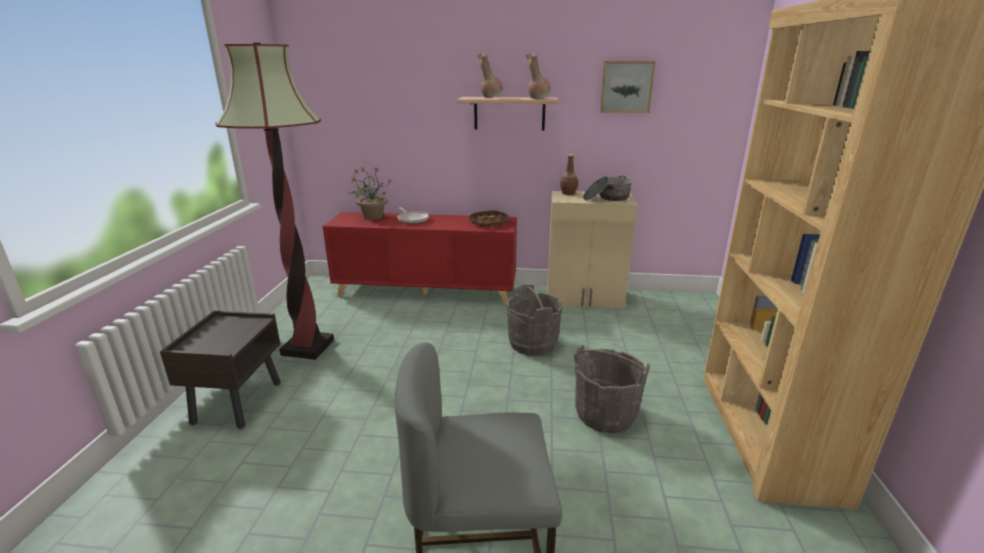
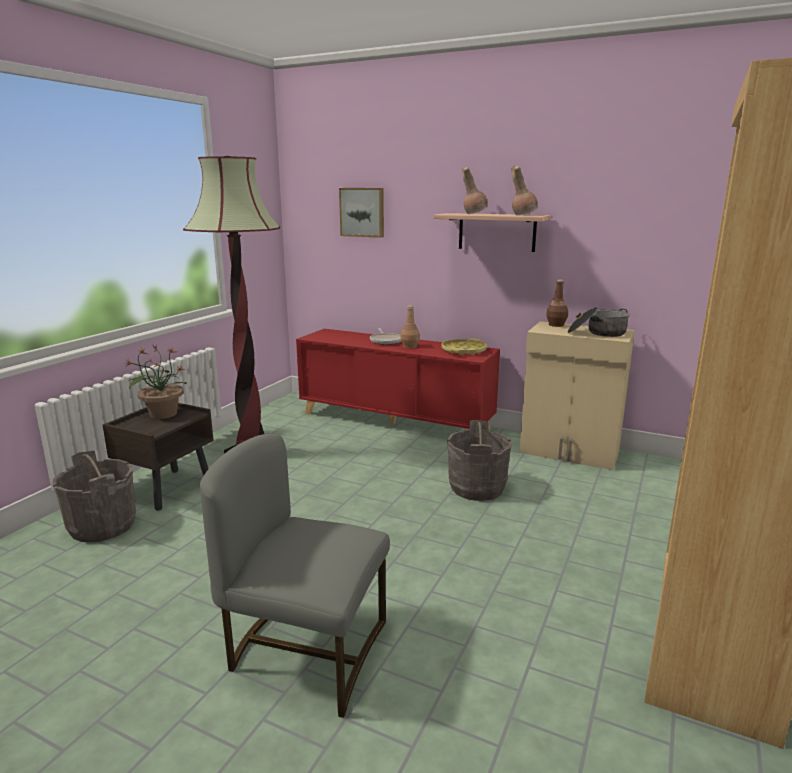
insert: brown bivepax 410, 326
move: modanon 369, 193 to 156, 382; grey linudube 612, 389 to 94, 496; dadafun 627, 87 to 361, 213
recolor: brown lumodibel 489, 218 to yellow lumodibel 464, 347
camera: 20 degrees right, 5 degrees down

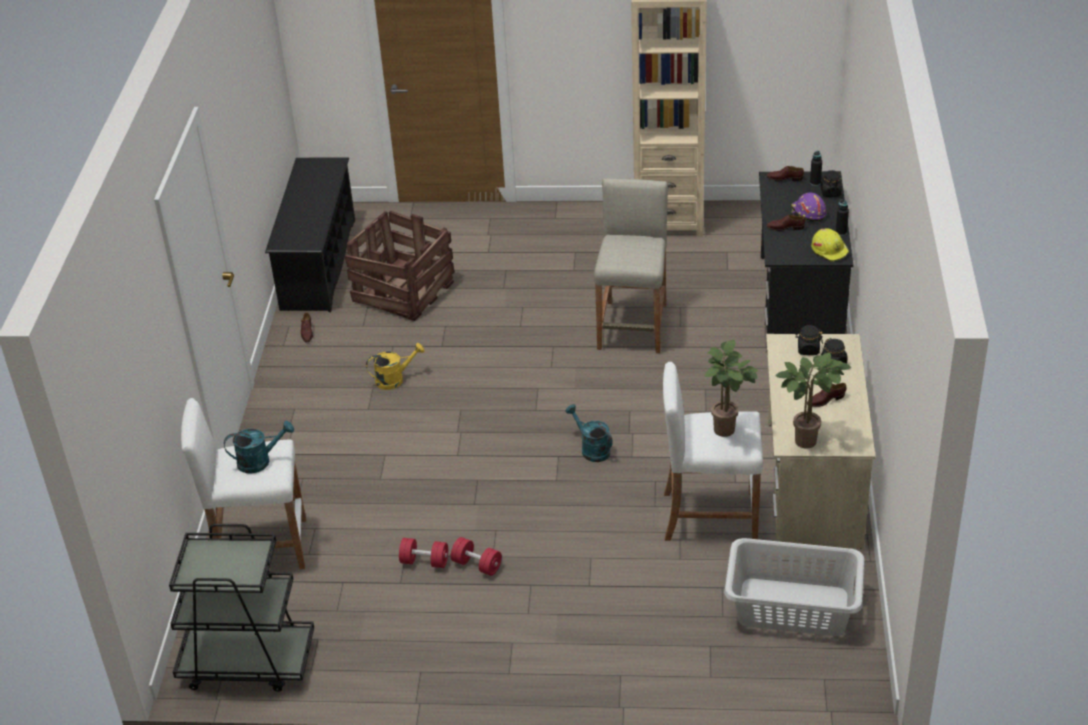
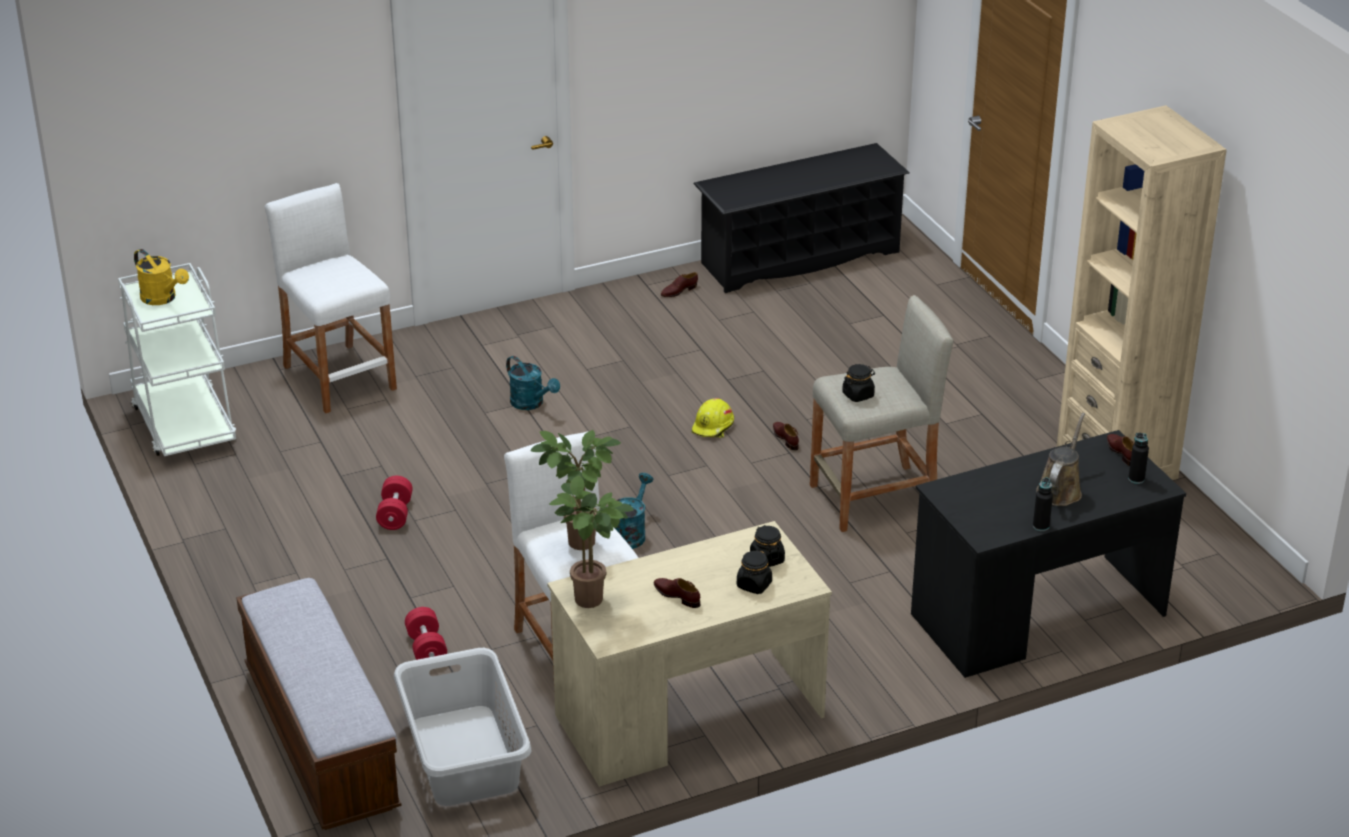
delete: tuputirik 400, 266
insert: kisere 319, 704
move: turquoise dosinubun 259, 447 to 533, 383; yellow dosinubun 395, 366 to 161, 277; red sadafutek 423, 553 to 426, 633; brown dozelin 786, 223 to 786, 436; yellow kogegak 830, 245 to 713, 418; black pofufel 831, 183 to 858, 383
replace: purple kogegak 809, 207 to brown dosinubun 1060, 459
recolor: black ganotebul 241, 608 to white ganotebul 177, 359
camera: 60 degrees right, 5 degrees down

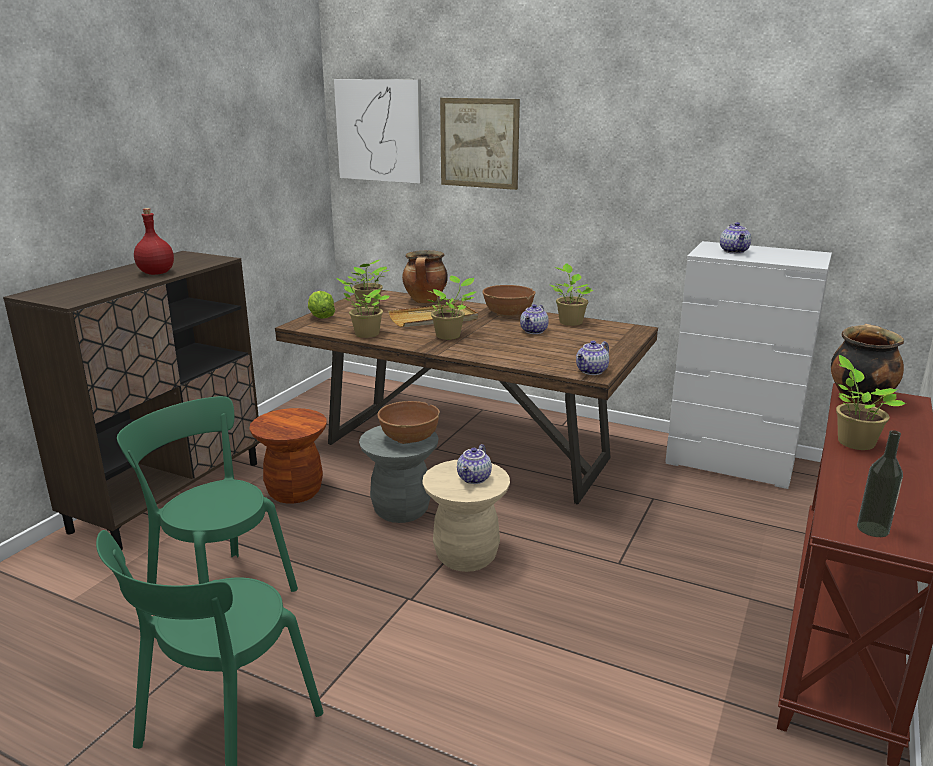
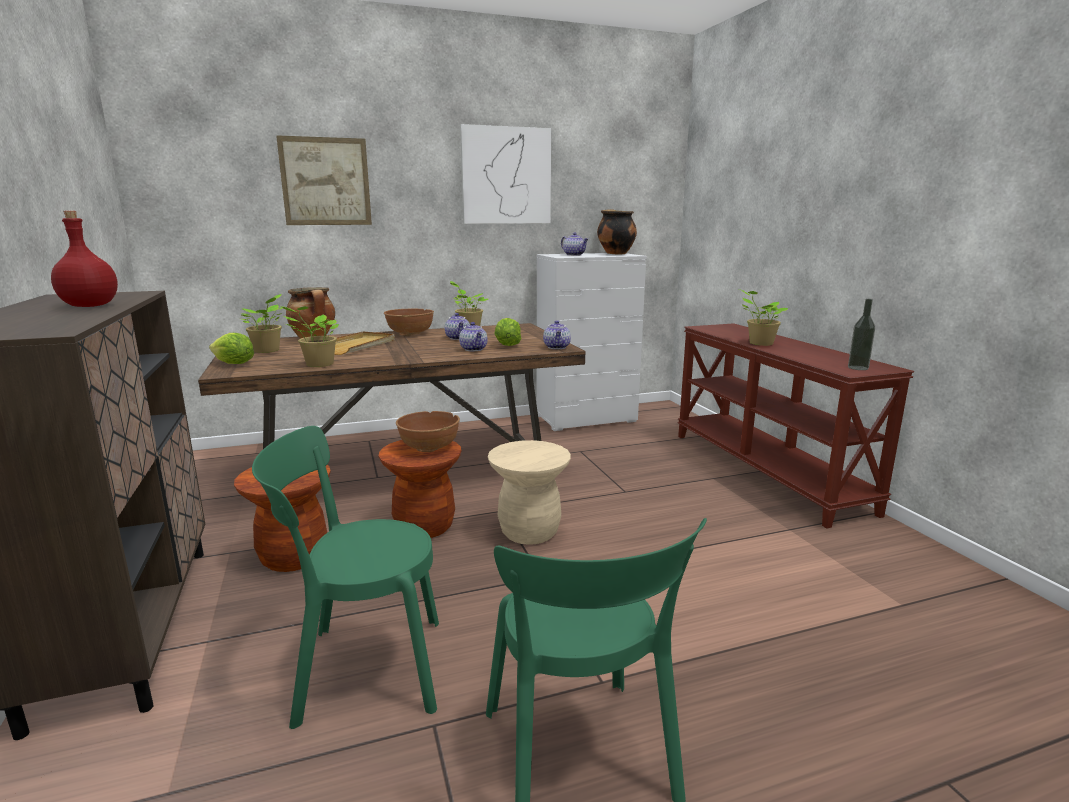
delete: modanon 452, 307
insert: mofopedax 507, 332
move: dadafun 378, 131 to 505, 174; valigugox 474, 464 to 473, 336; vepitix 867, 364 to 617, 231
recolor: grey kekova 399, 474 to brown kekova 420, 489
camera: 45 degrees left, 5 degrees down

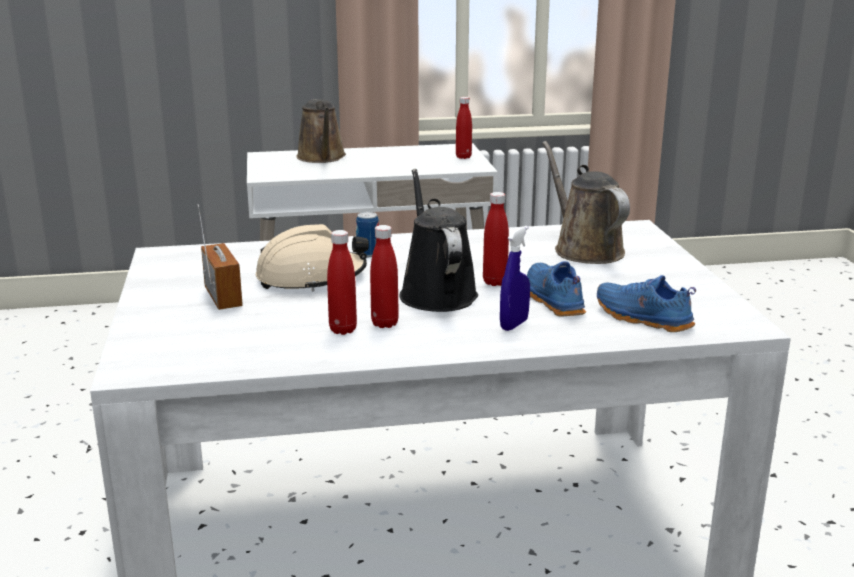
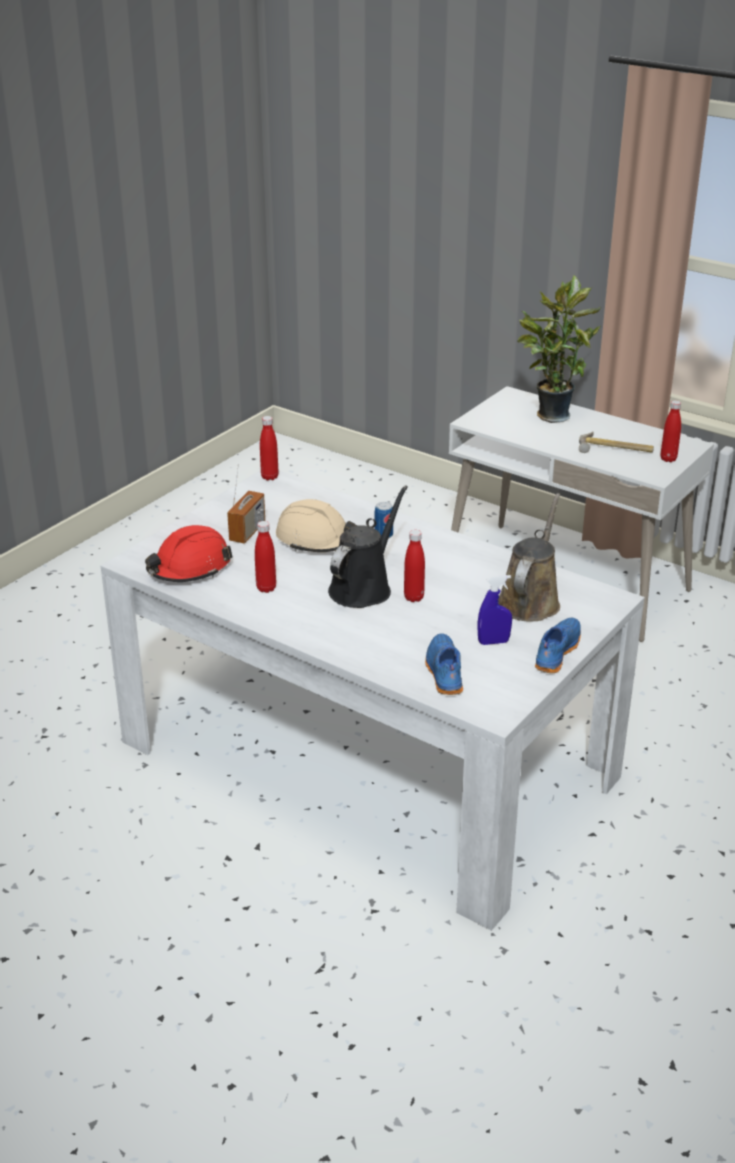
insert: red kogegak 188, 553; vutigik 616, 442
move: red bivepax 384, 276 to 269, 448; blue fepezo 515, 278 to 494, 610; blue dozelin 556, 288 to 558, 645
replace: brown dosinubun 321, 131 to modanon 559, 349
camera: 45 degrees right, 10 degrees up

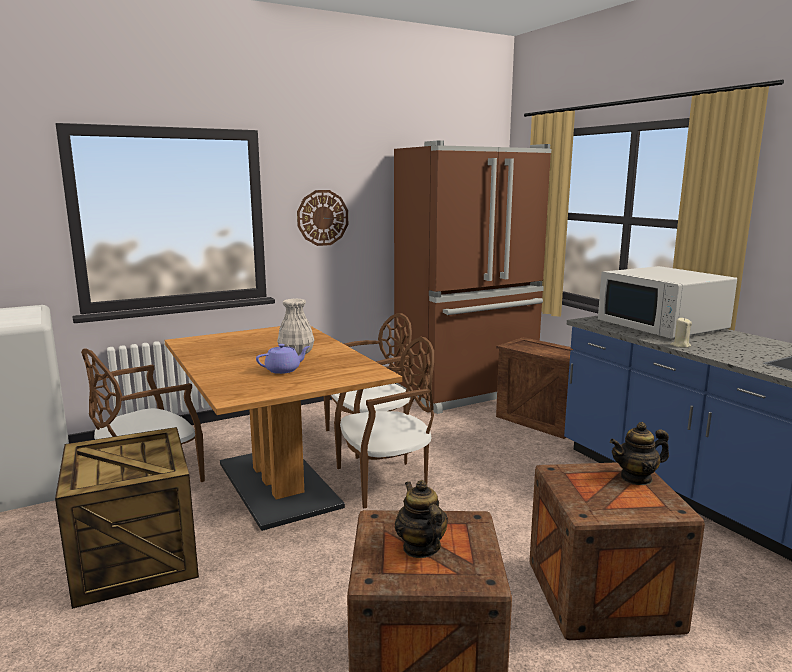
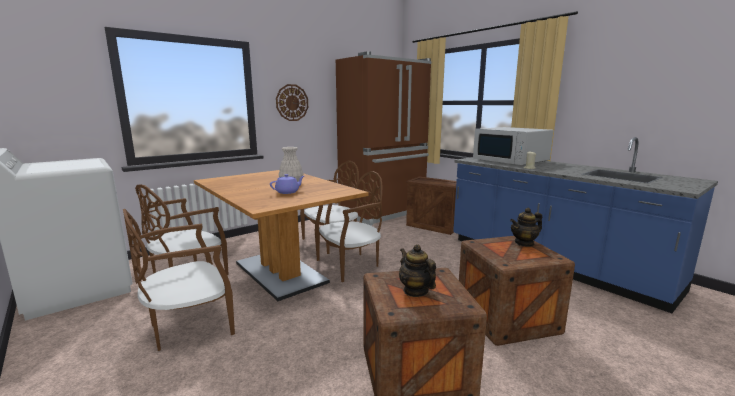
replace: tuputirik 127, 518 to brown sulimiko 179, 280
camera: 10 degrees left, 0 degrees up

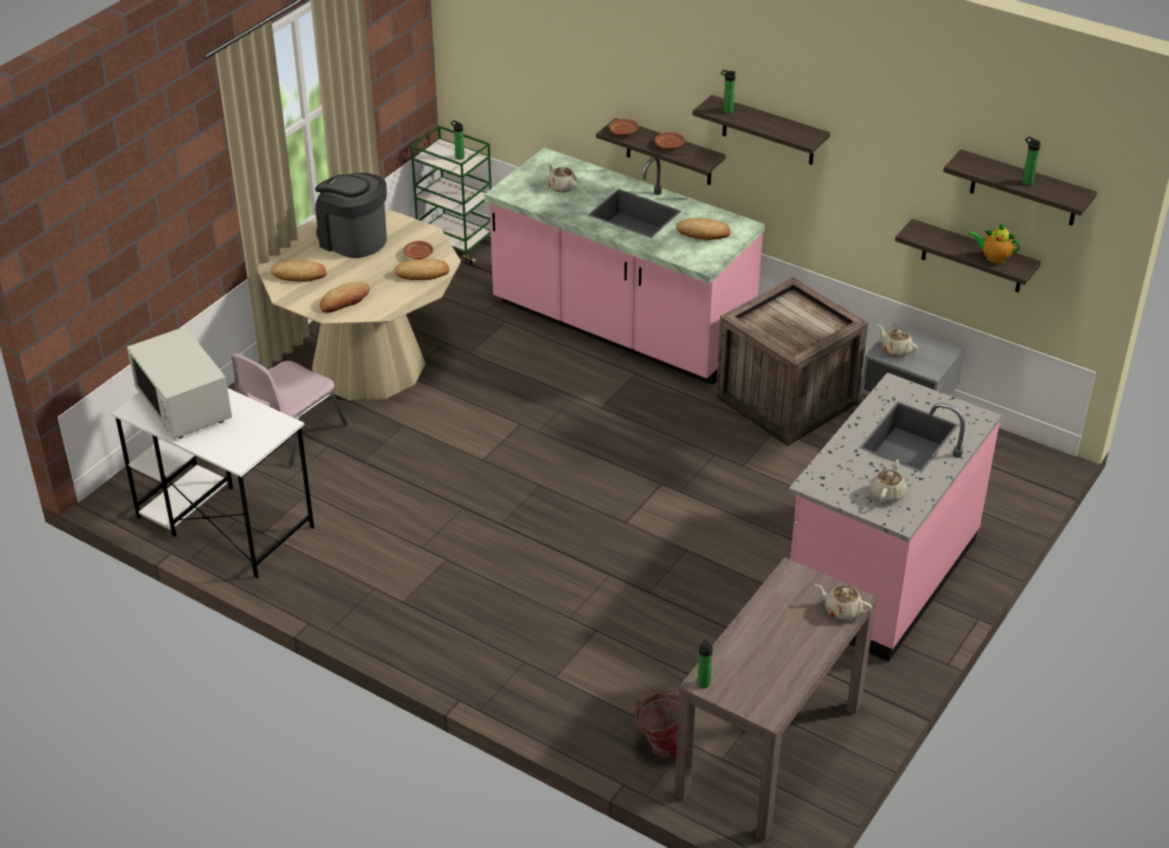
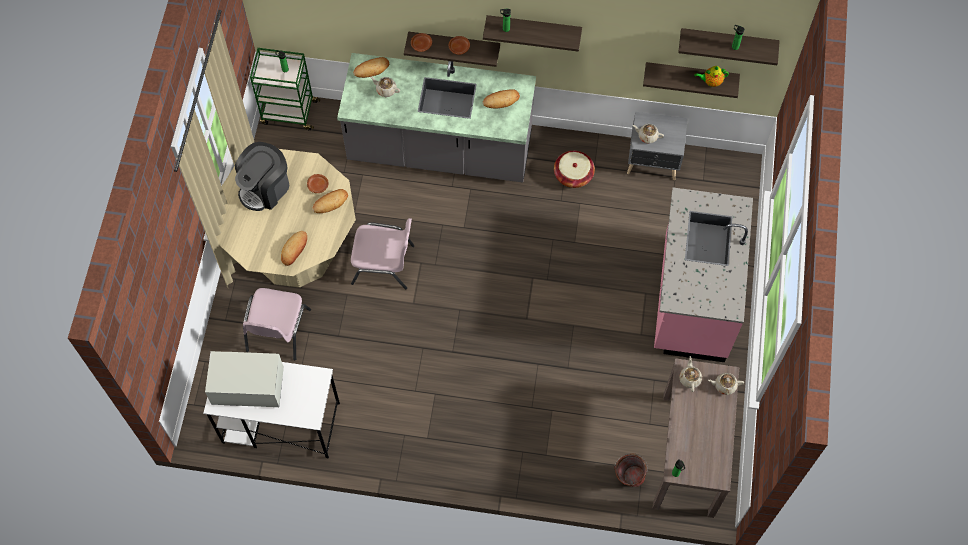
insert: pink sulimiko 382, 254
move: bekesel 299, 271 to 371, 67; beige valigugox 888, 481 to 690, 374
replace: tuputirik 792, 361 to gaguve 574, 169
recolor: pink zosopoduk 624, 266 to grey zosopoduk 436, 117
rotate: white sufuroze 179, 383 = 244, 379 150 degrees clockwise; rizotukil 351, 215 = 262, 176 60 degrees counterclockwise
camera: 25 degrees left, 25 degrees up

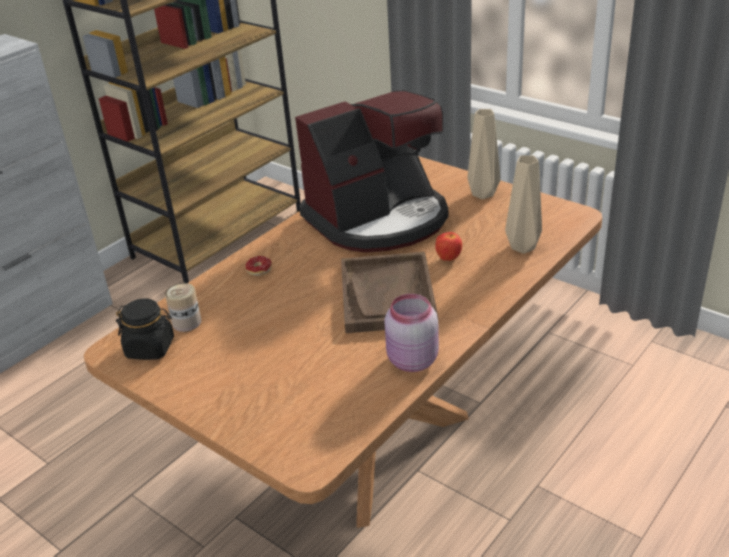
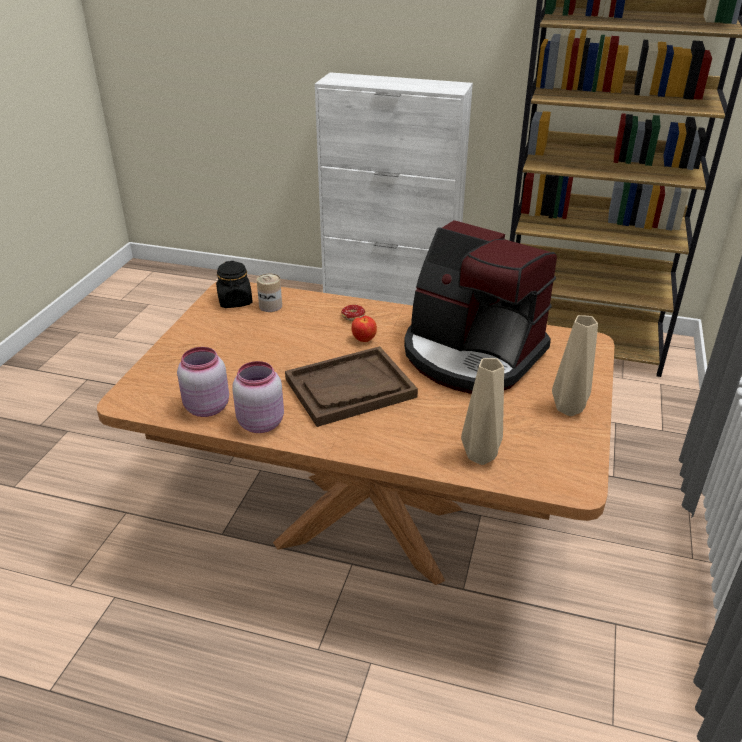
insert: pink pofufel 203, 382
move: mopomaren 449, 246 to 364, 329
camera: 65 degrees right, 0 degrees up

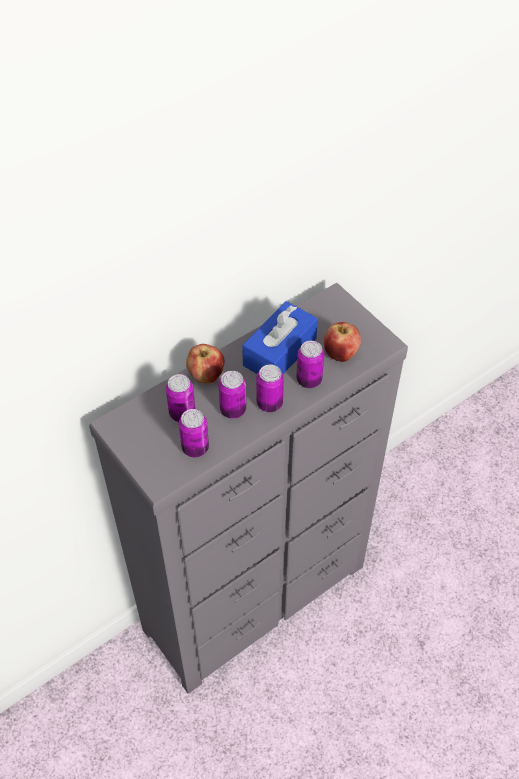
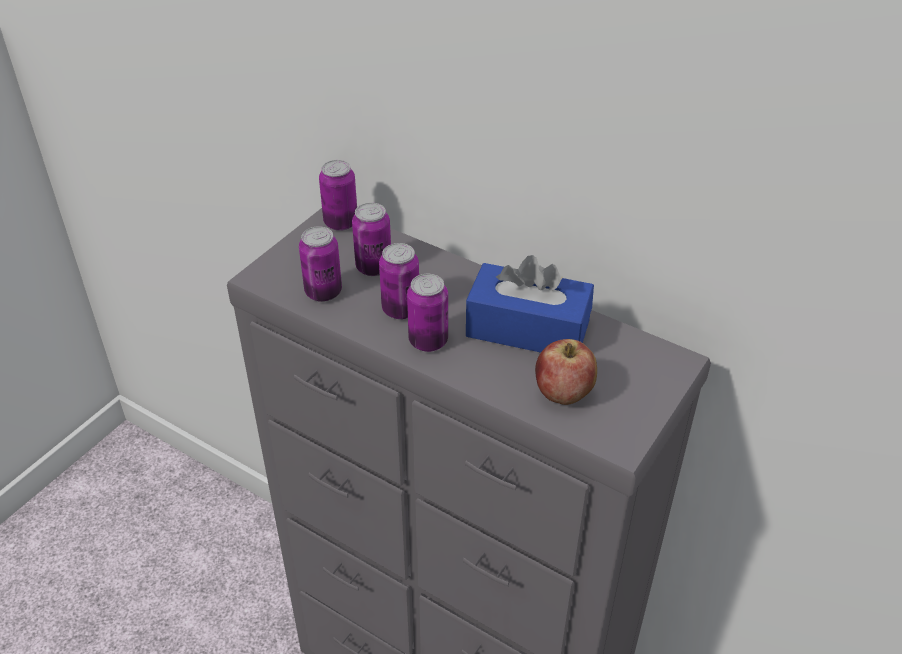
delete: mopomaren 205, 364
move: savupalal 310, 364 to 338, 195
camera: 70 degrees right, 10 degrees down

